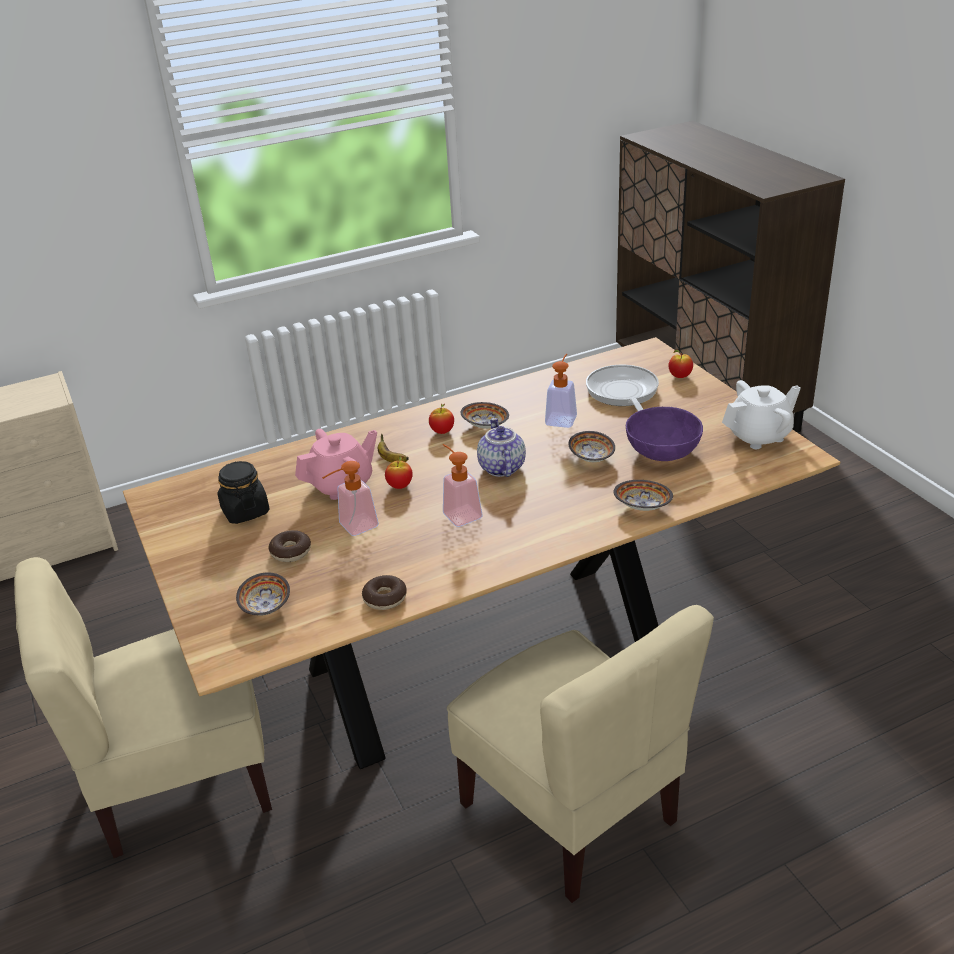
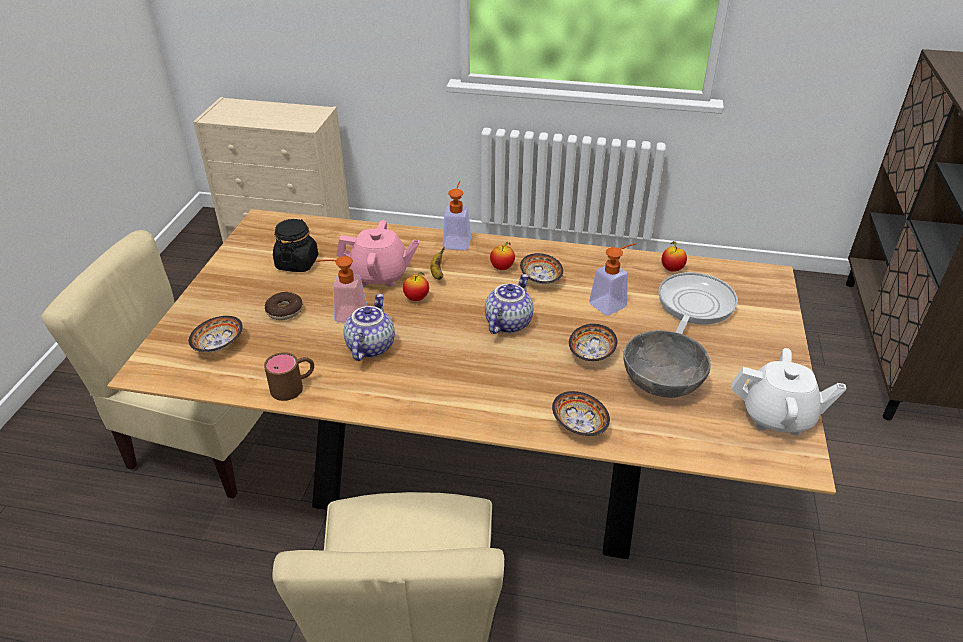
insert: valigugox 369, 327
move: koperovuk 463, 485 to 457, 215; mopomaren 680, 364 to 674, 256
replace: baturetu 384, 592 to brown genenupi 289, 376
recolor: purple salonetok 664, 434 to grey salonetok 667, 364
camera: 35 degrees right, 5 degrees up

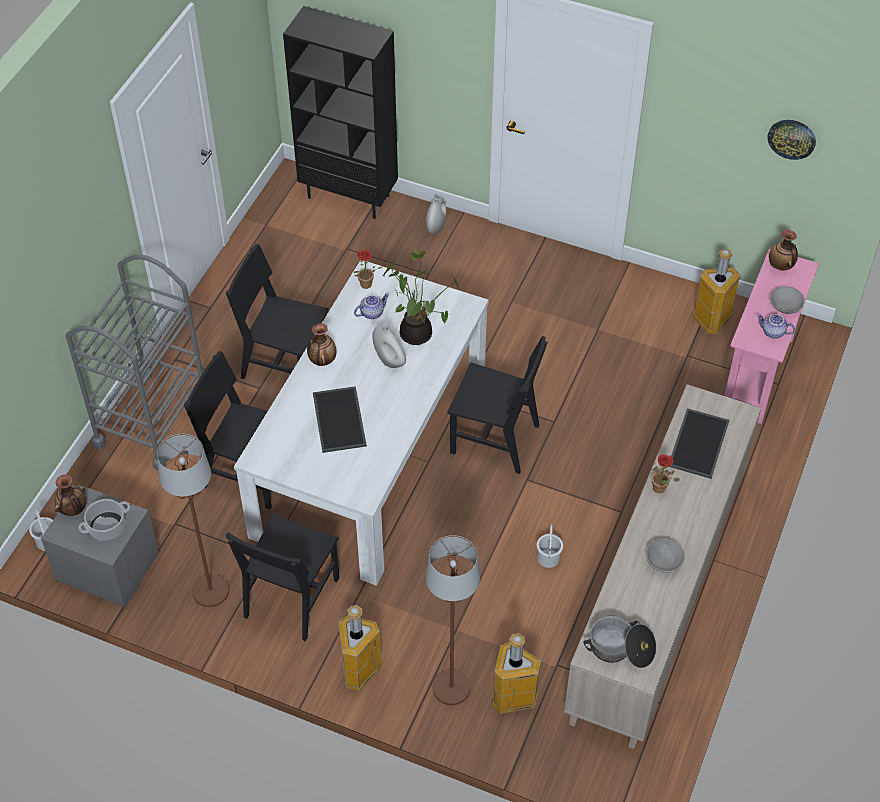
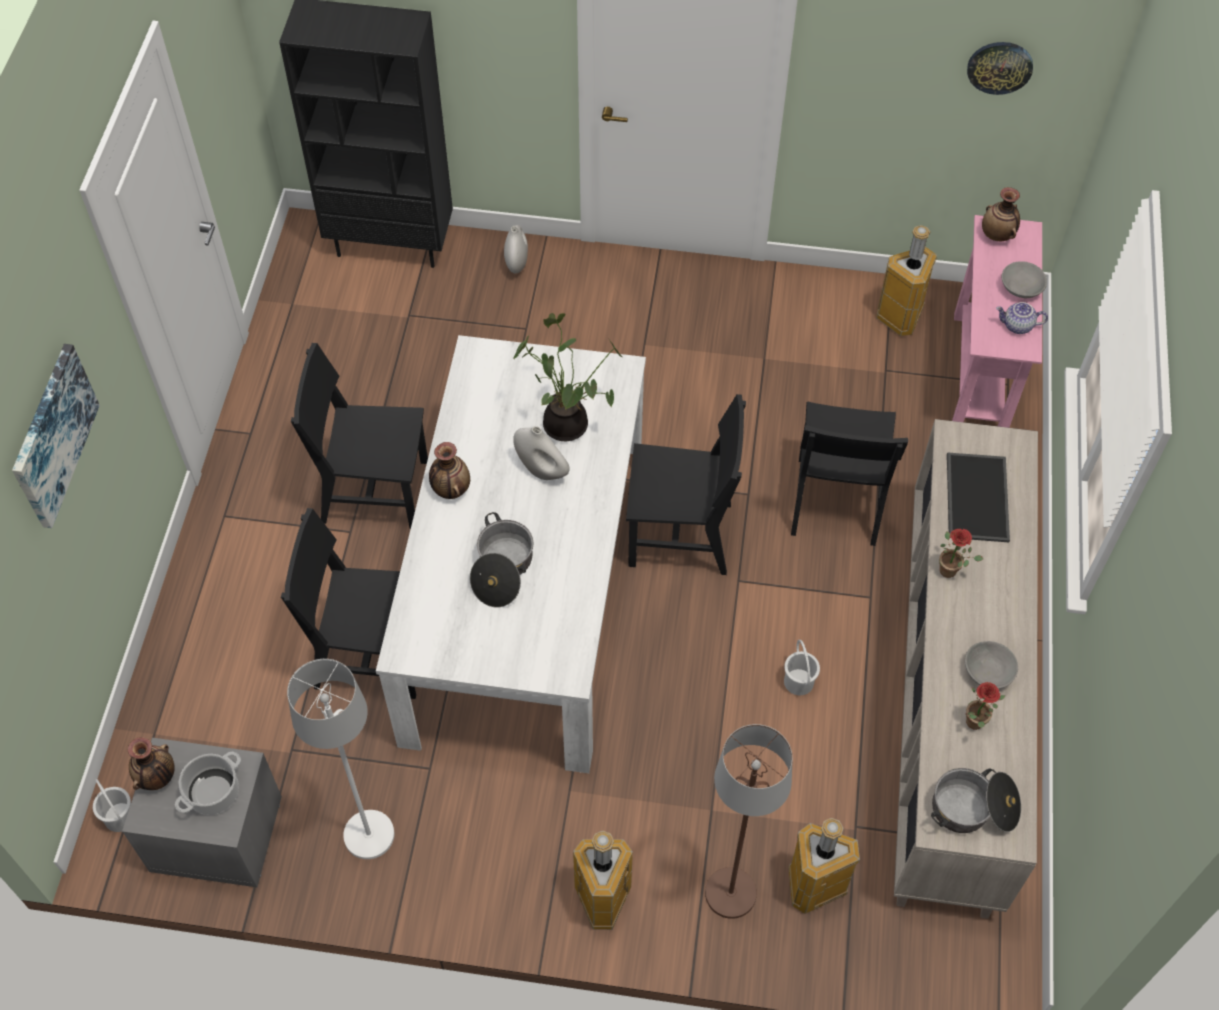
delete: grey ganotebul 134, 362; valigugox 371, 306
insert: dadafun 56, 436
move: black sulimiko 282, 577 to 849, 473; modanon 367, 269 to 986, 706
replace: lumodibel 340, 419 to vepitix 501, 559
recolor: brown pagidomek 193, 520 to white pagidomek 340, 759
camera: 15 degrees left, 5 degrees up

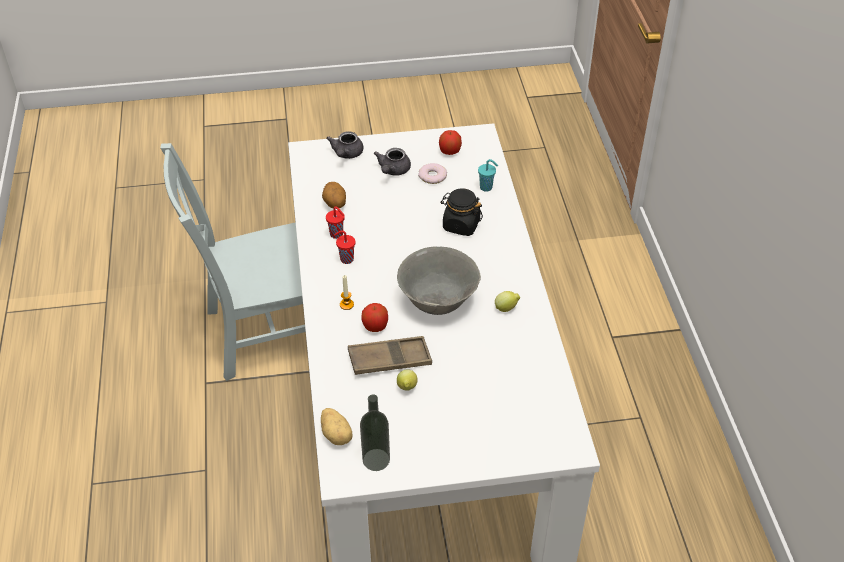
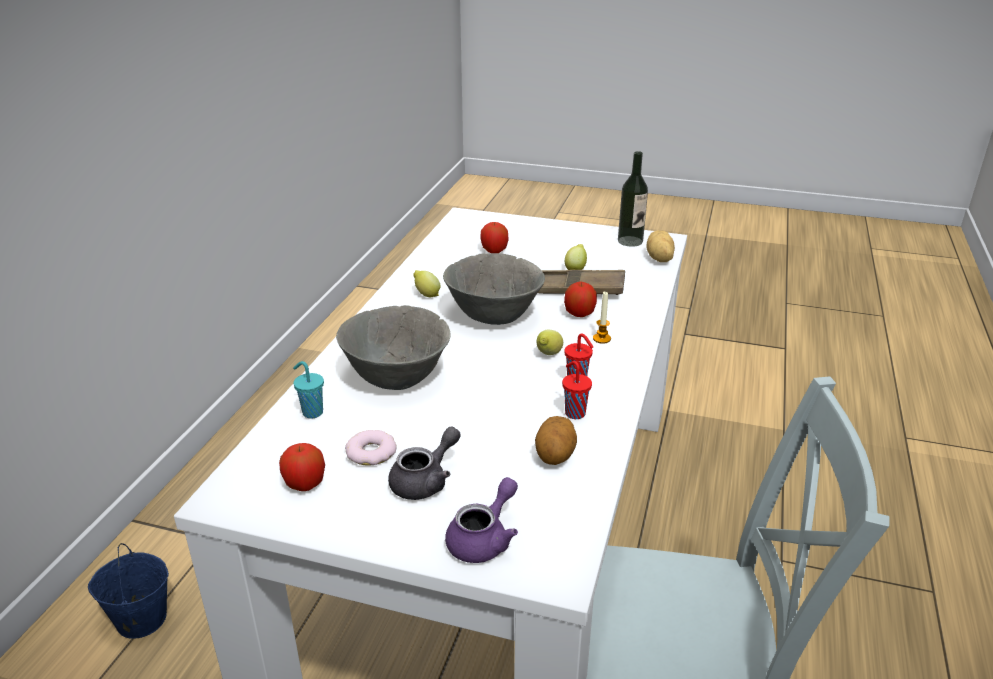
insert: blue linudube 128, 591; mopomaren 494, 237; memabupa 549, 342
replace: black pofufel 461, 212 to grey salonetok 393, 347
recolor: grey valigugox 345, 145 to purple valigugox 481, 520
camera: 155 degrees left, 15 degrees down

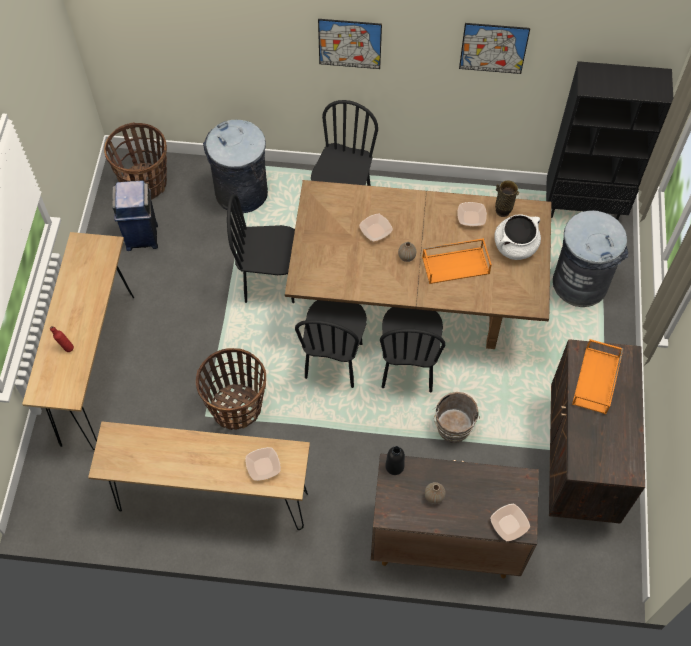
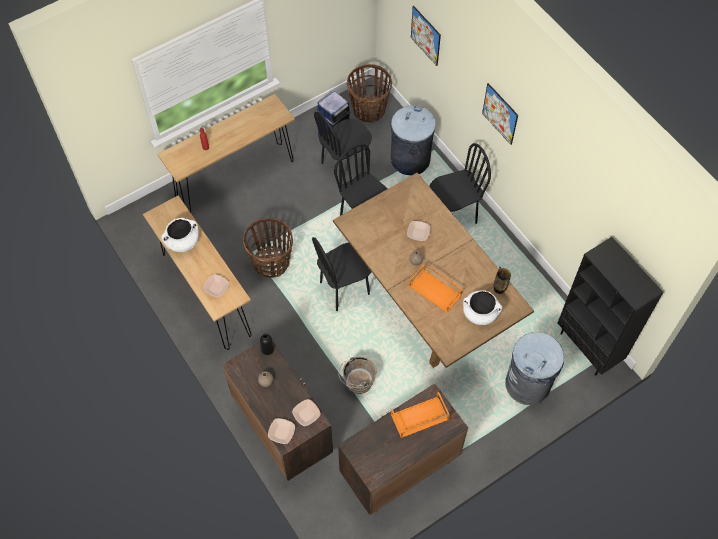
insert: white vepitix 180, 235
move: black sulimiko 412, 349 to 343, 148; salonetok 472, 214 to 306, 412; dadafun 494, 48 to 426, 36
camera: 50 degrees right, 0 degrees up

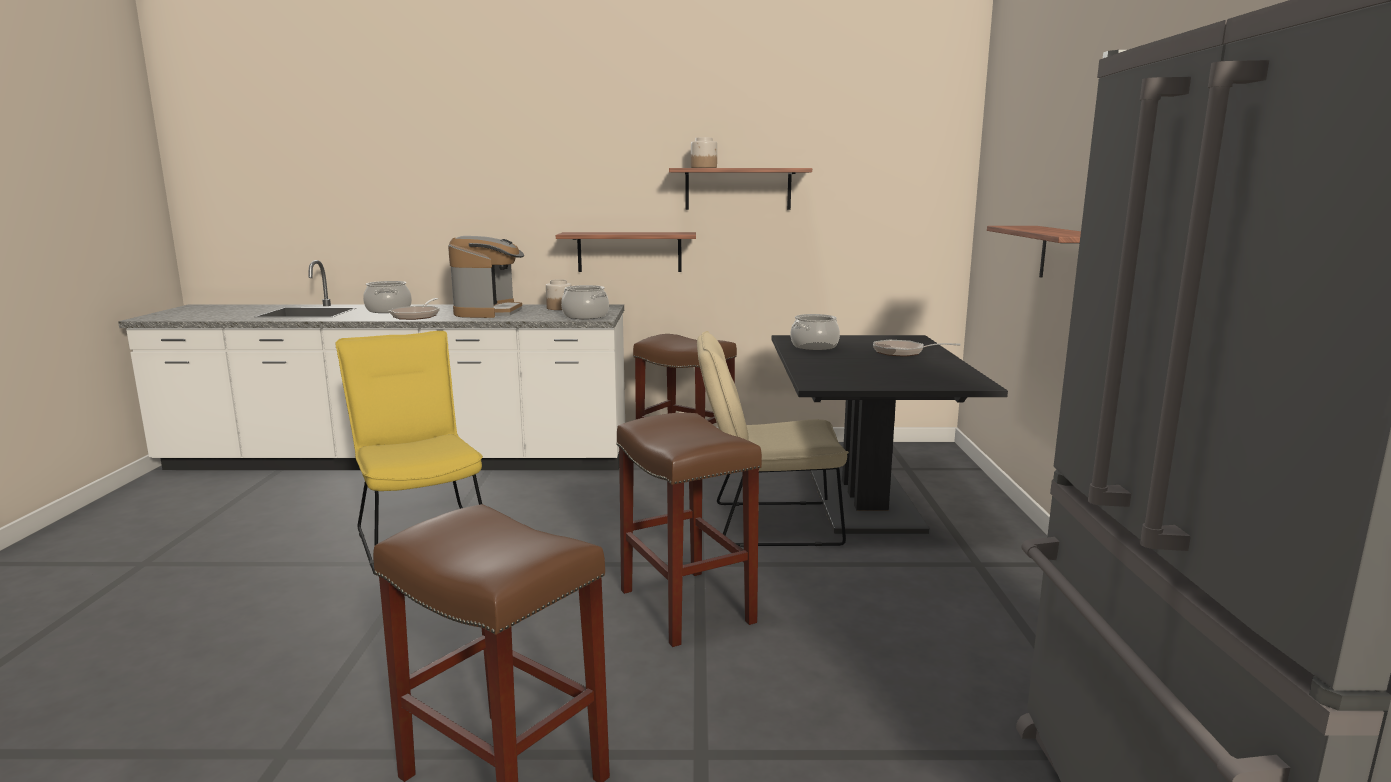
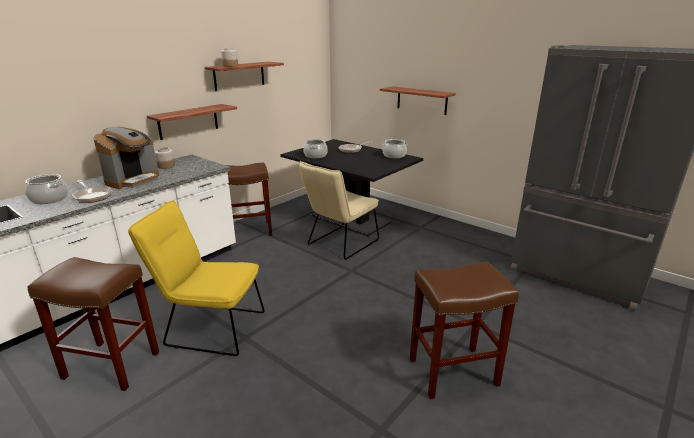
move: vepitix 585, 302 to 395, 149; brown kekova 689, 530 to 93, 324
rotate: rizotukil 486, 277 = 126, 158 75 degrees clockwise
camera: 50 degrees left, 10 degrees up

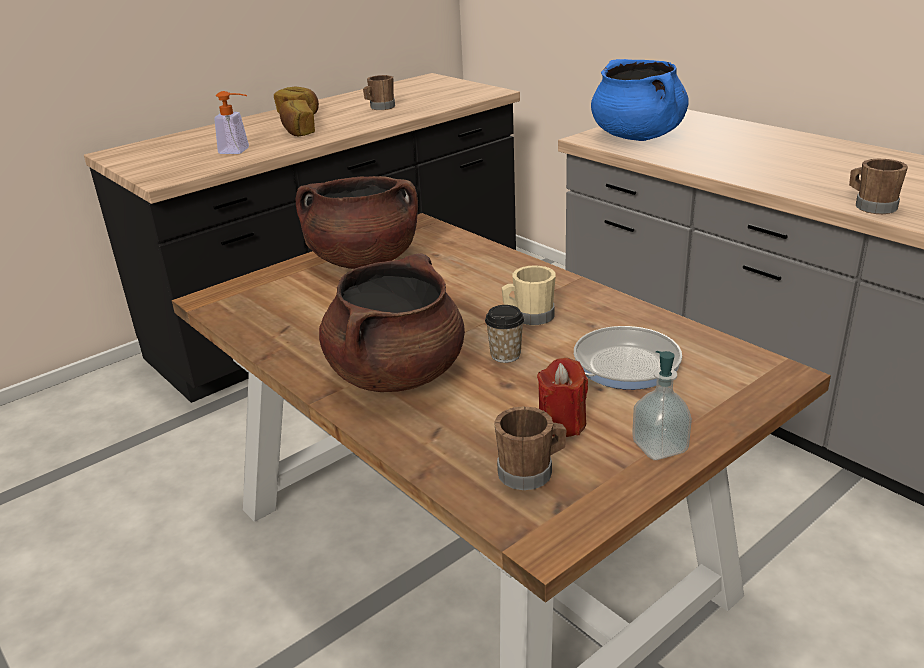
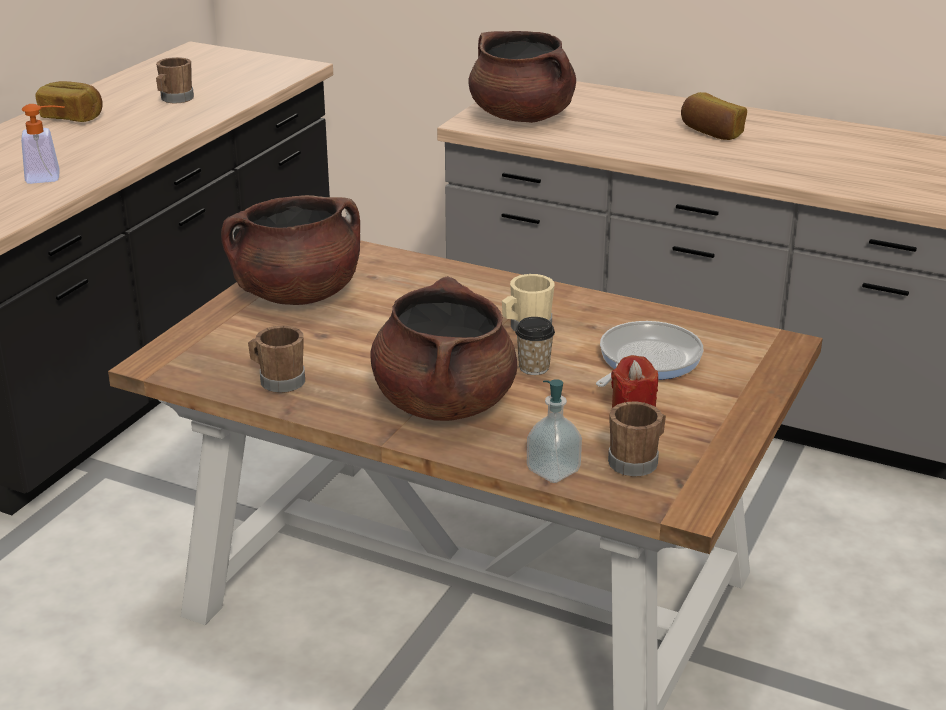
move: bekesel 297, 118 to 714, 116; koperovuk 662, 405 to 554, 431; brown genenupi 878, 186 to 276, 359
recolor: blue vepitix 640, 100 to brown vepitix 522, 77
camera: 25 degrees left, 0 degrees up

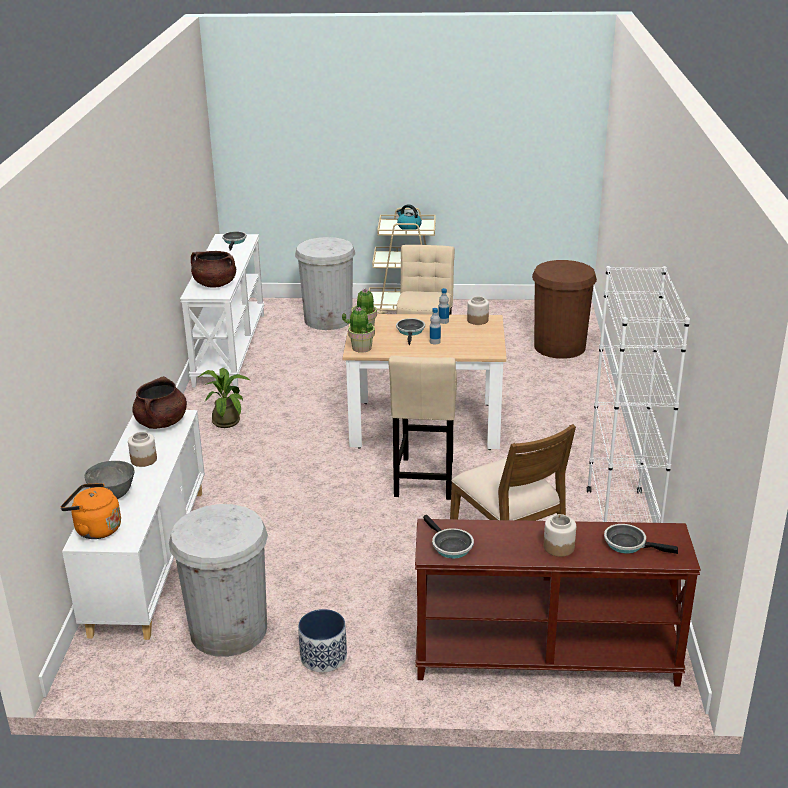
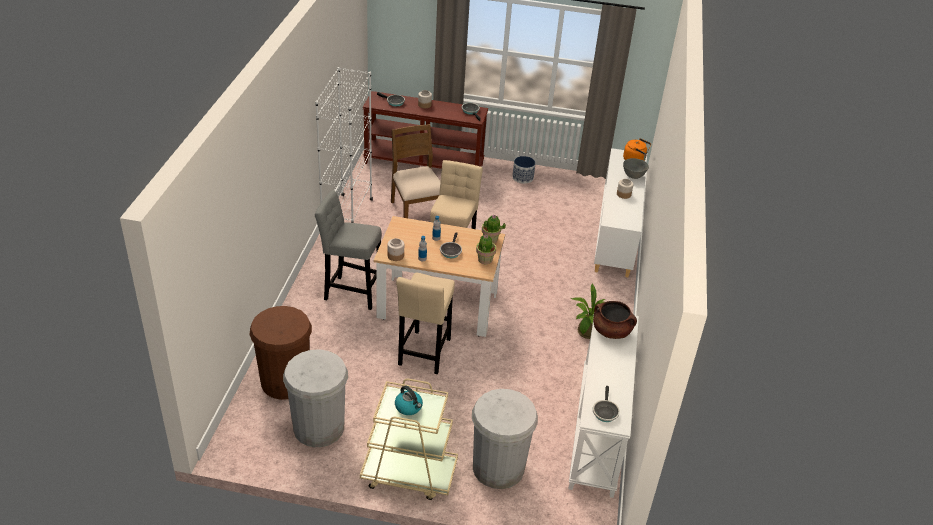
delete: brown vepitix 159, 402
insert: grey kekova 348, 250
move: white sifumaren 218, 580 to 315, 398
camera: 175 degrees left, 10 degrees up

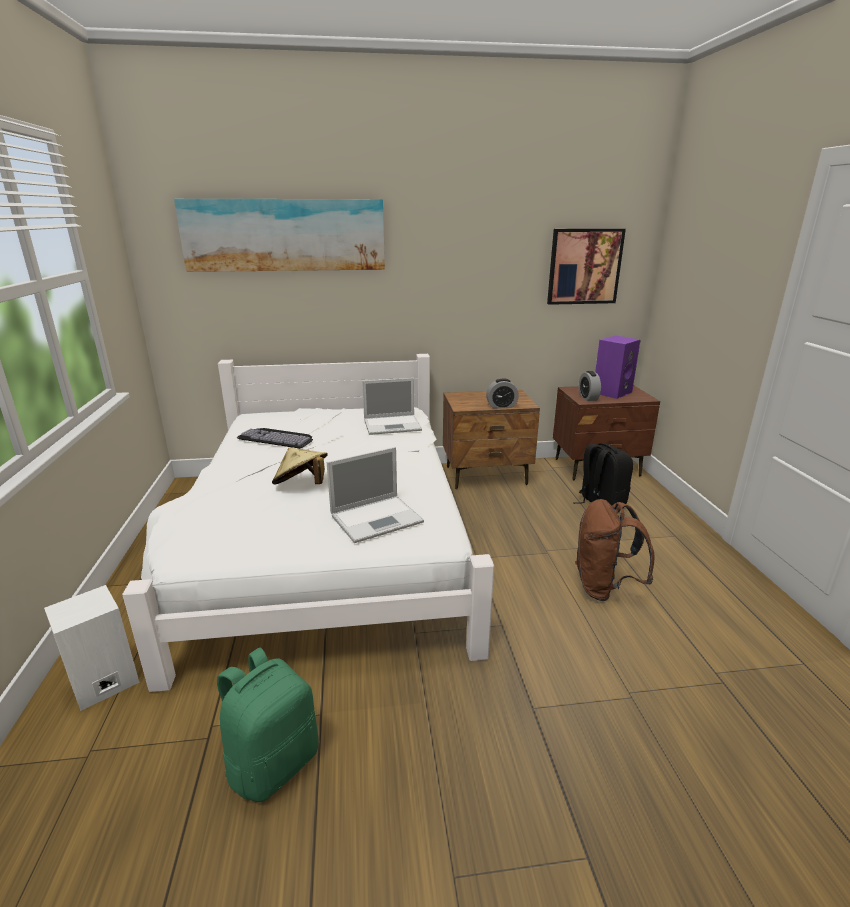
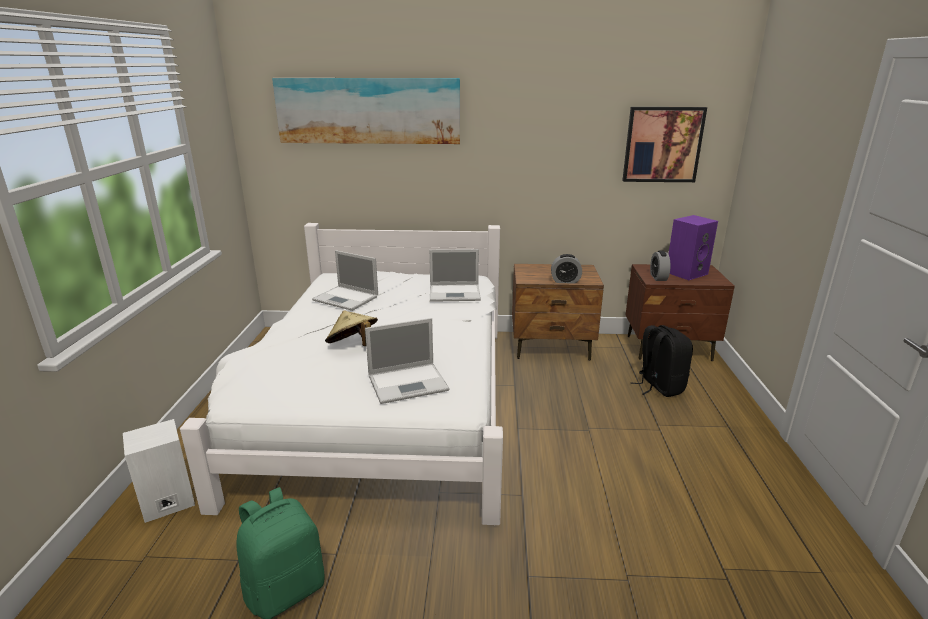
delete: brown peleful 615, 550
replace: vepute 275, 438 to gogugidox 345, 280
camera: 10 degrees right, 0 degrees up

